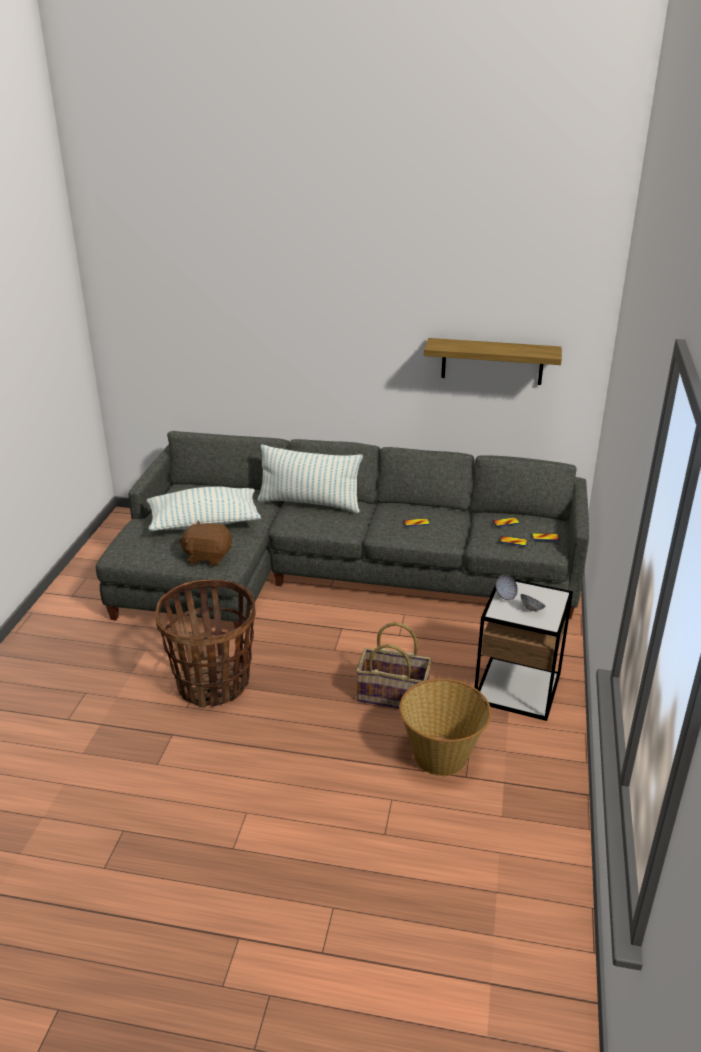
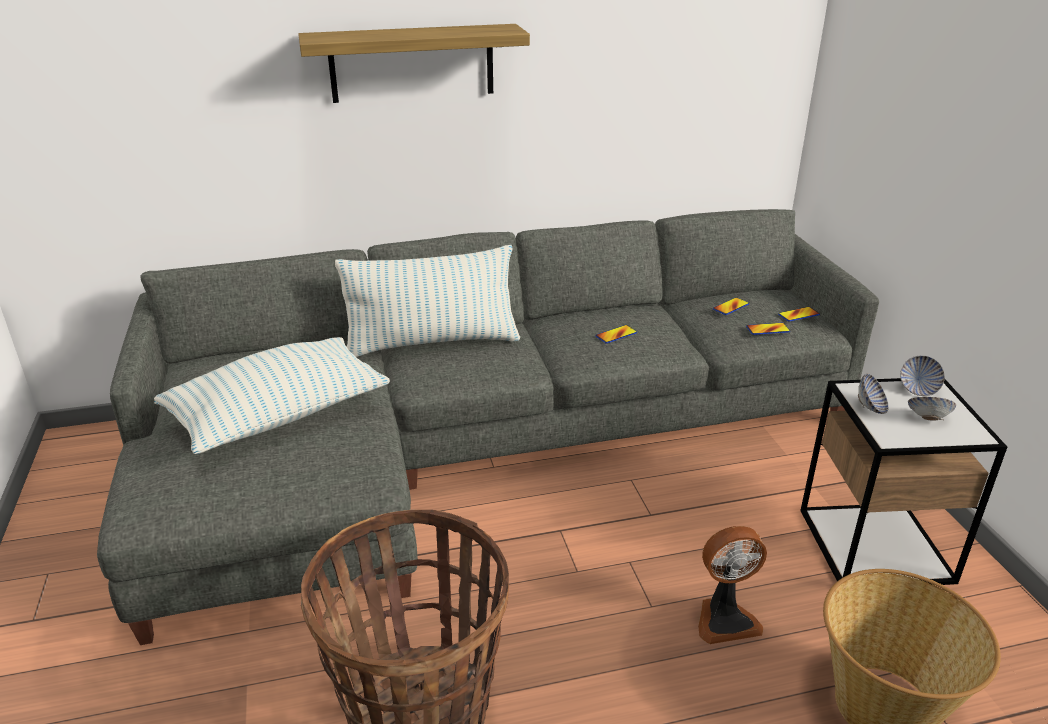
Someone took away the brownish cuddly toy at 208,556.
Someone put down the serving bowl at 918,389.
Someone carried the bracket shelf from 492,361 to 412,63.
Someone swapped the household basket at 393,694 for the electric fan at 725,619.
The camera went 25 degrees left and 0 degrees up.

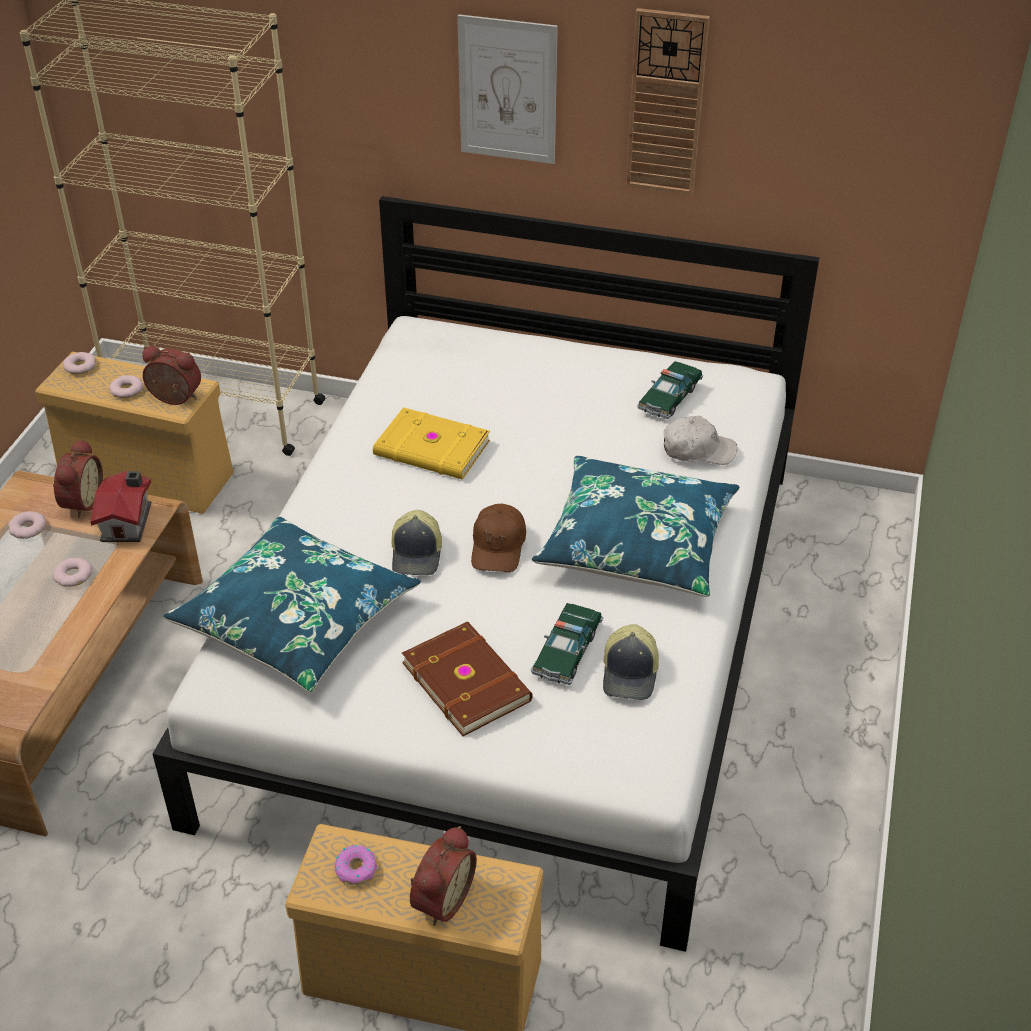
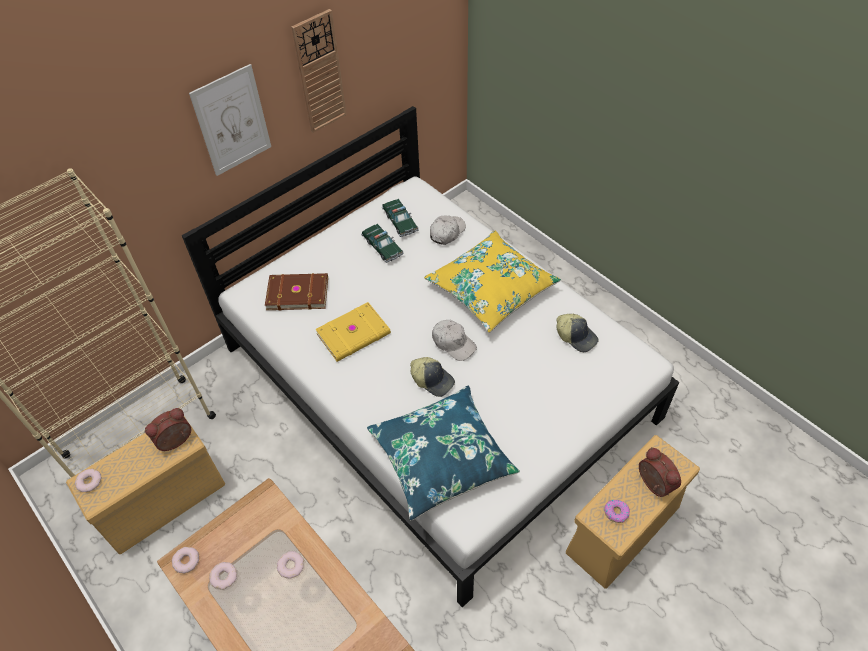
Someone took away the alarm clock at 80,502.
Someone took away the toy house at 128,521.
Someone carried the donut from 127,390 to 186,561.
Someone carried the brownish book from 468,680 to 297,292.
Someone carried the model car from 567,651 to 382,247.
Someone repainted the brownish peaked cap at 498,546, which became the white-coloured peaked cap at 453,343.
Someone repainted the bluish pillow at 636,542, which became the yellowish pillow at 491,289.
The camera went 55 degrees left and 10 degrees up.

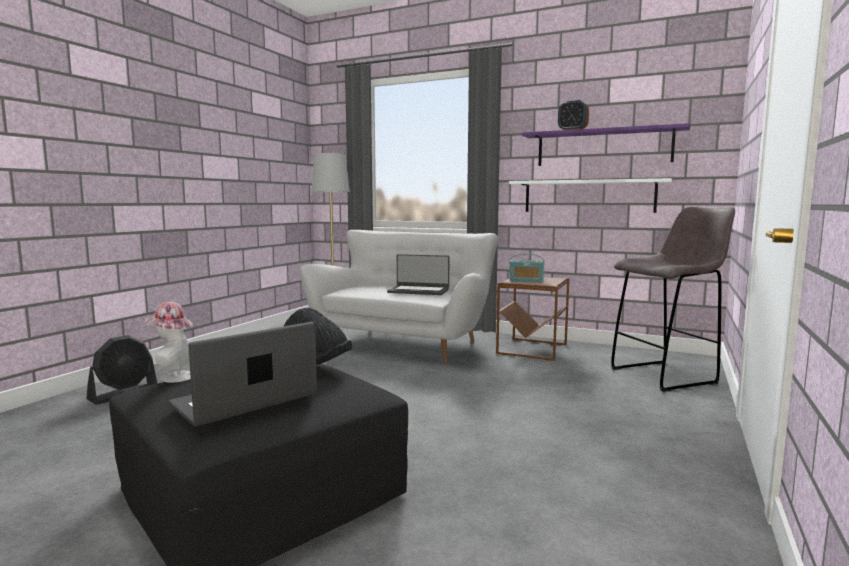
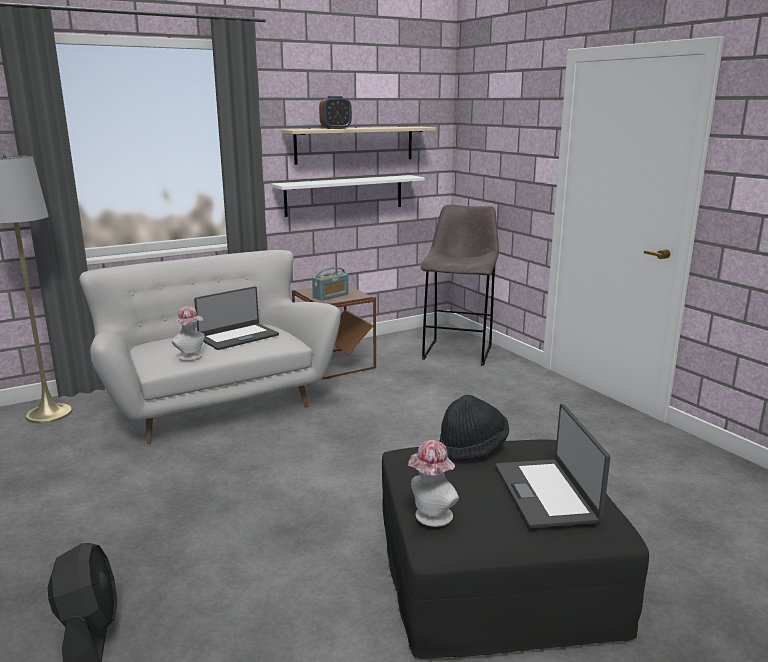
Someone put down the wearable hat at 191,357.
Someone repainted the purple-coloured bracket shelf at 603,147, which became the beige bracket shelf at 355,144.
The camera went 55 degrees left and 10 degrees up.

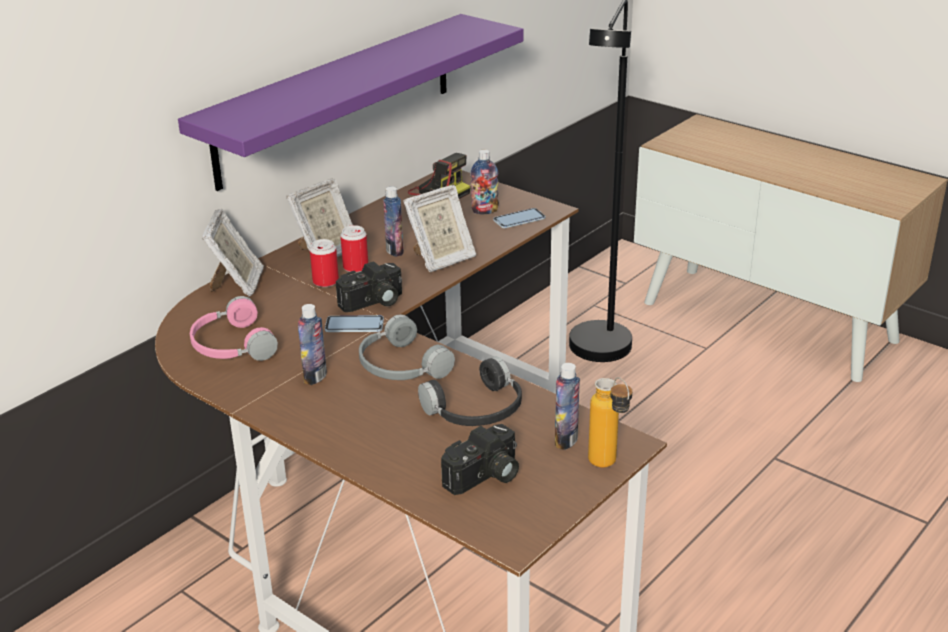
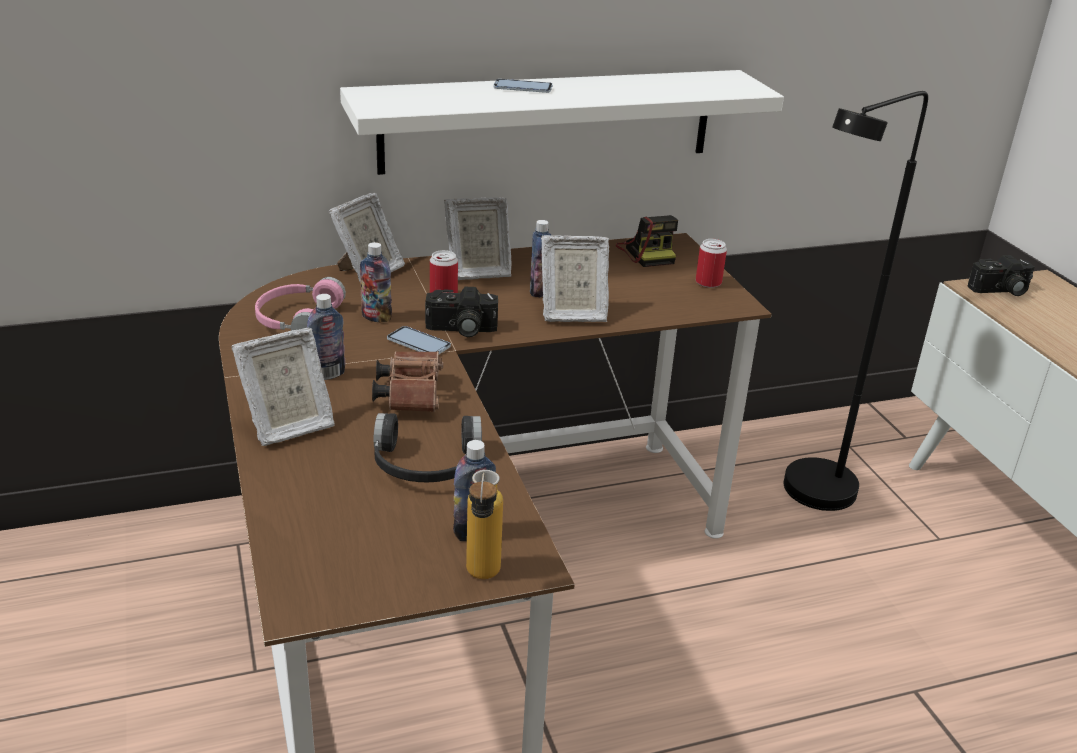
Someone put down the photo frame at 288,426.
Someone carried the sealed can from 355,267 to 708,283.
Someone carried the still camera from 485,477 to 1000,291.
Someone carried the beverage bottle from 484,211 to 376,317.
Someone carried the handset from 519,219 to 523,88.
Someone swapped the gray headset at 400,366 for the brownish binoculars at 410,395.
Someone repainted the purple-coloured bracket shelf at 337,99, which became the white-coloured bracket shelf at 548,120.
The camera went 30 degrees right and 0 degrees up.

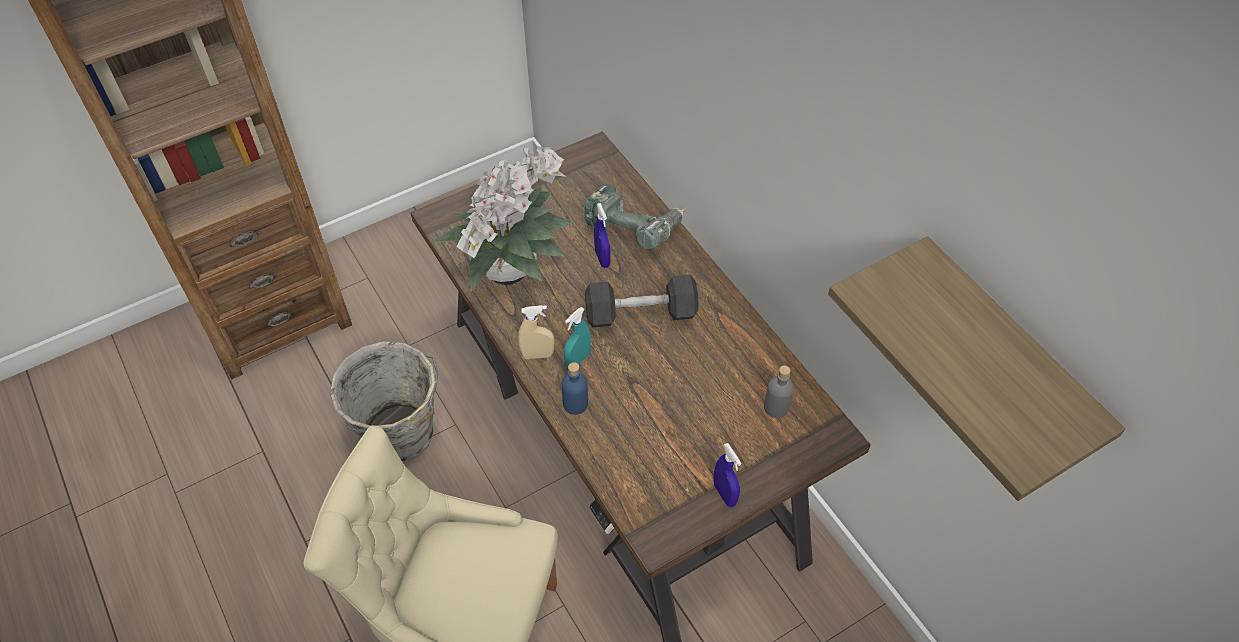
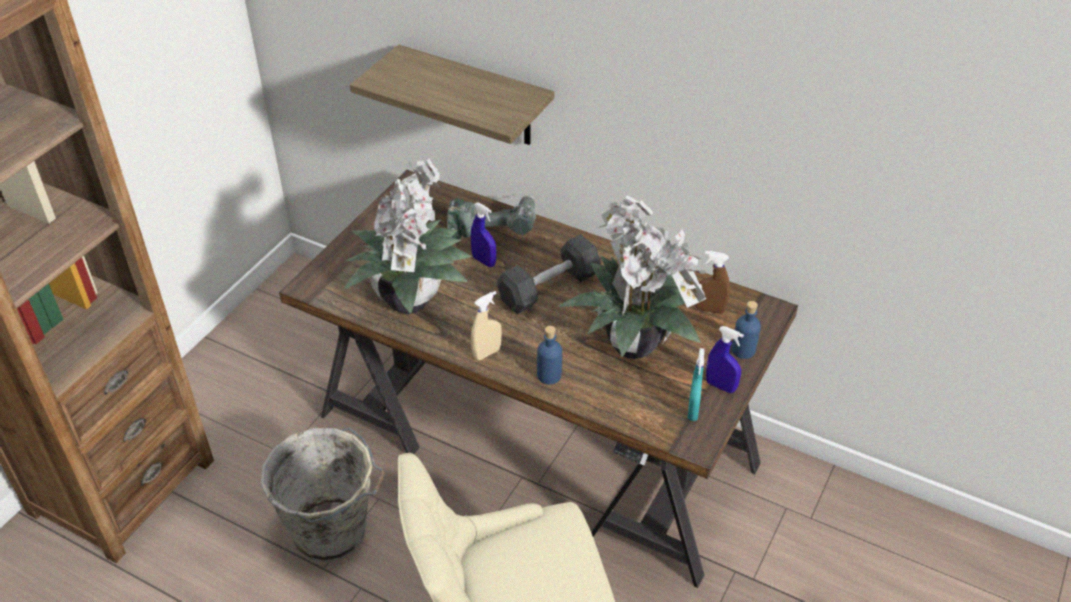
Someone put down the potted plant at 632,343.
Someone put down the bluish beverage bottle at 743,350.
Someone carried the blue-green sprayer from 578,360 to 693,410.
Someone carried the bracket shelf from 1004,356 to 475,97.
Someone swapped the gray beverage bottle at 776,407 for the brownish sprayer at 709,309.
The camera went 30 degrees left and 10 degrees down.

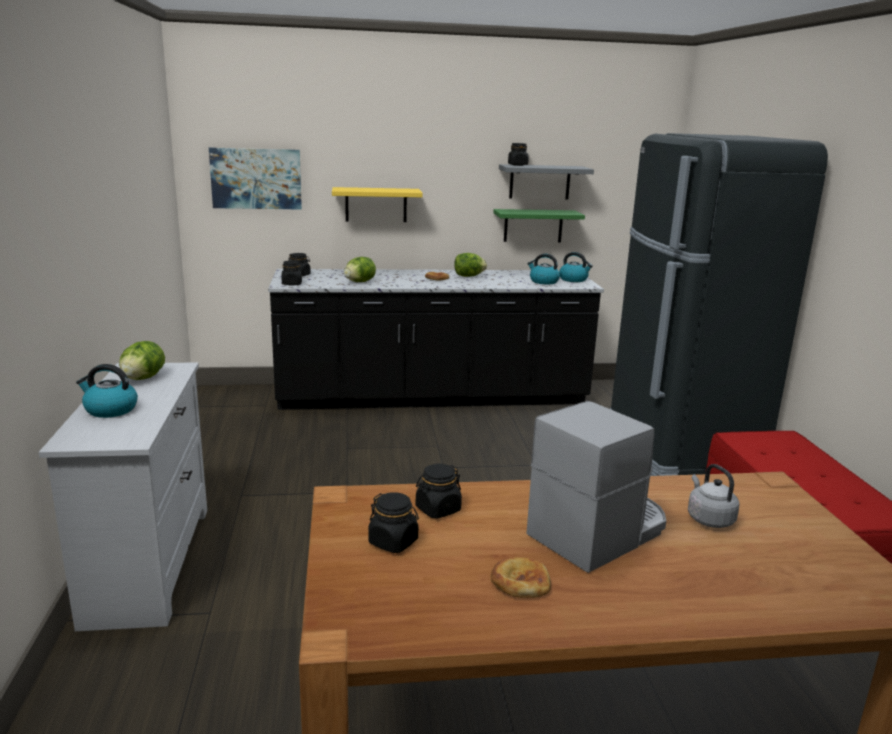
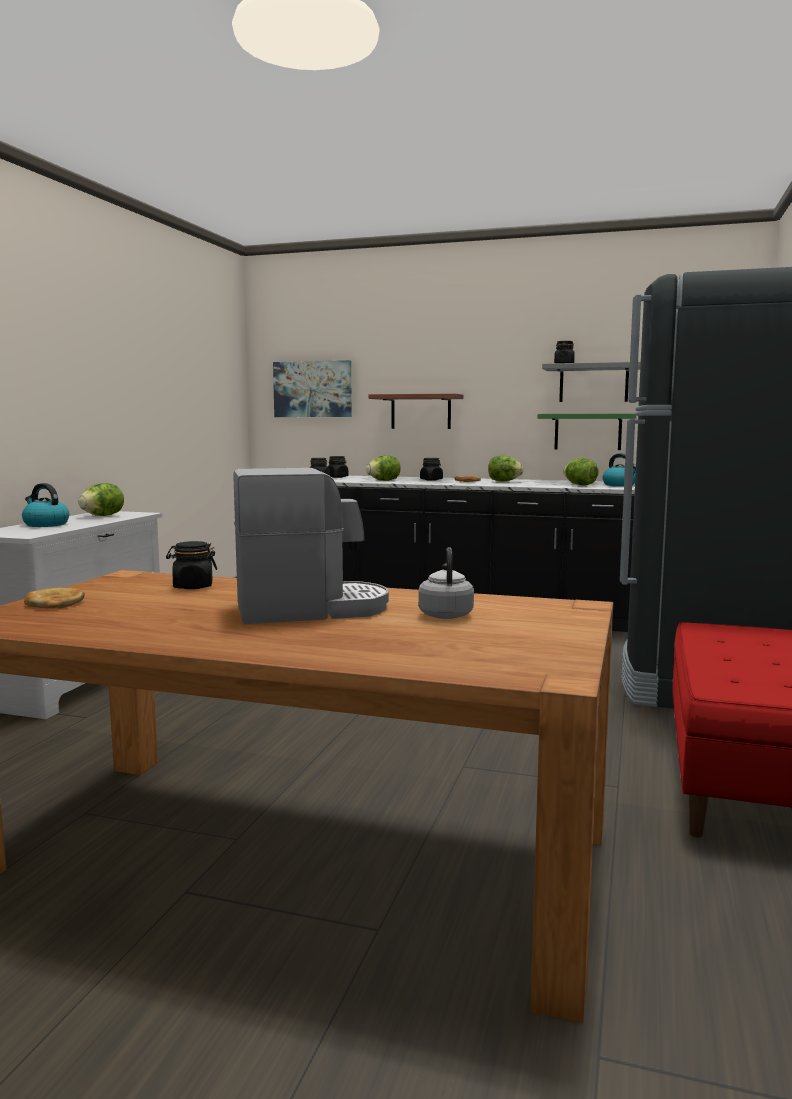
Someone carried the black preserve jar from 393,542 to 431,480.
Someone carried the bakery bread from 520,582 to 55,603.
Someone swapped the tea kettle at 543,281 for the head of lettuce at 580,485.
Someone repainted the yellowish bracket shelf at 376,204, which became the brownish bracket shelf at 421,411.
The camera went 25 degrees right and 10 degrees down.

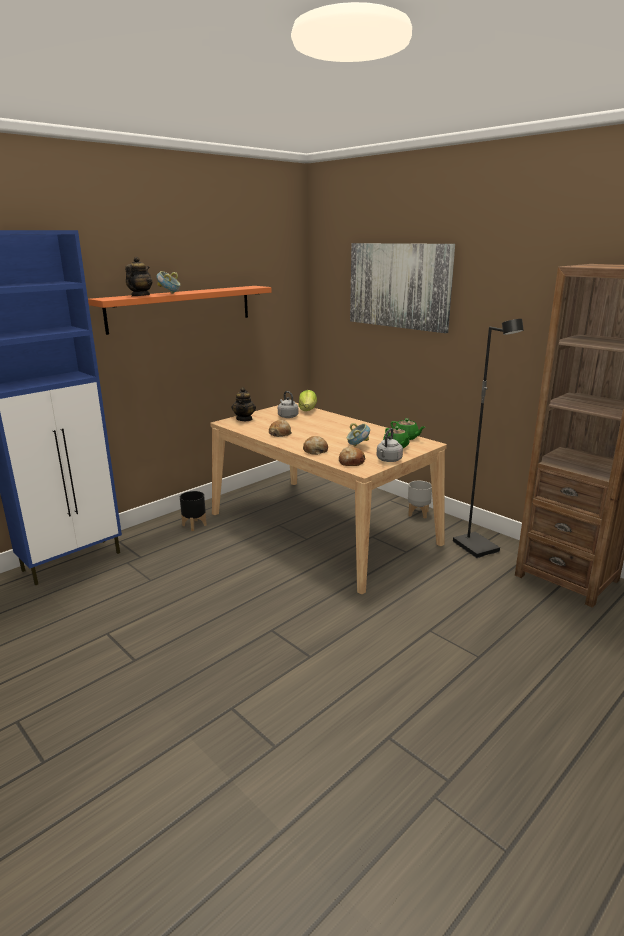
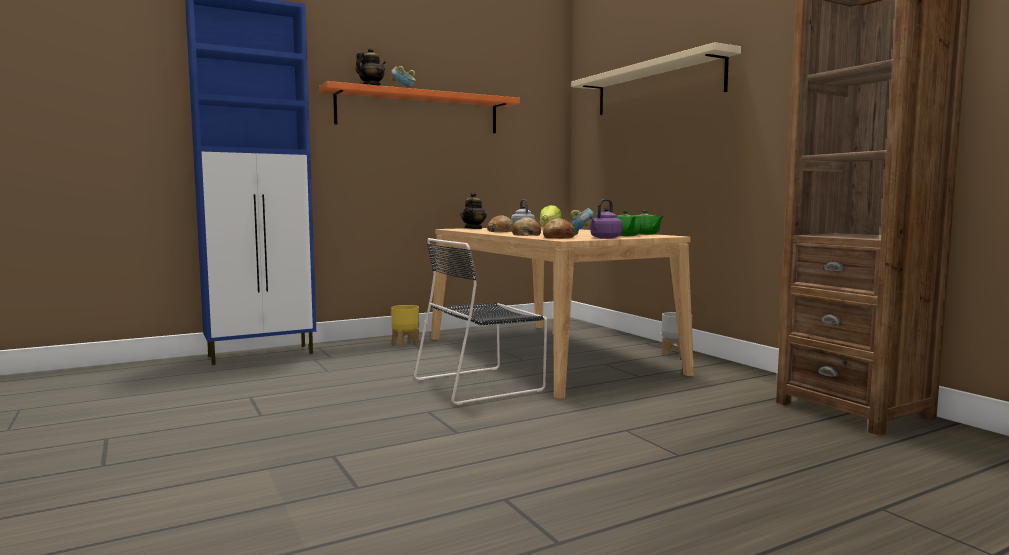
Someone took away the black standard lamp at 477,547.
Someone put down the black upright chair at 482,384.
Someone swapped the wall art at 399,286 for the beige bracket shelf at 657,86.
Someone repainted the black planter at 195,525, which became the yellowish planter at 406,343.
Someone repainted the gray tea kettle at 388,460, which became the purple-coloured tea kettle at 604,238.
The camera went 15 degrees right and 15 degrees down.

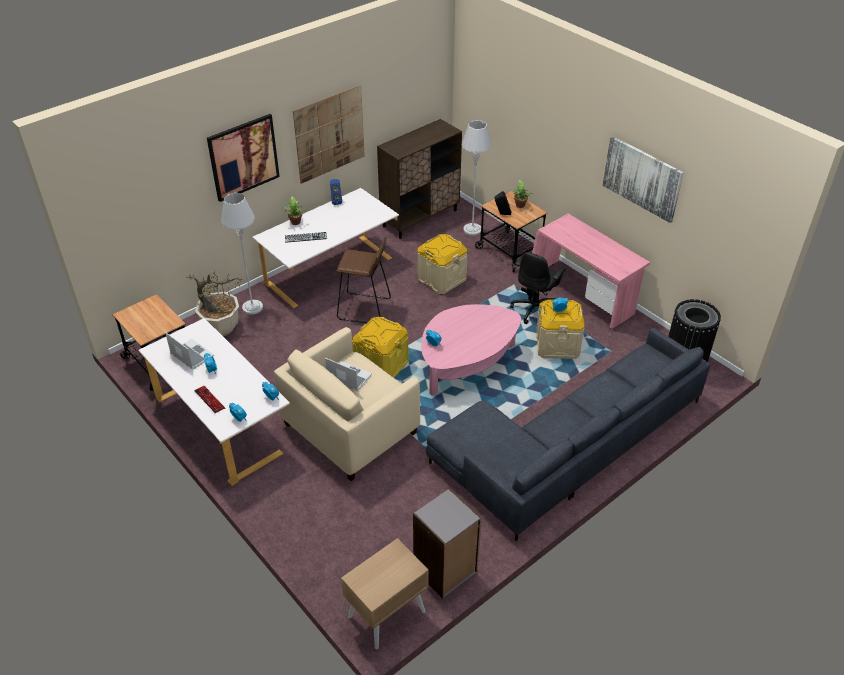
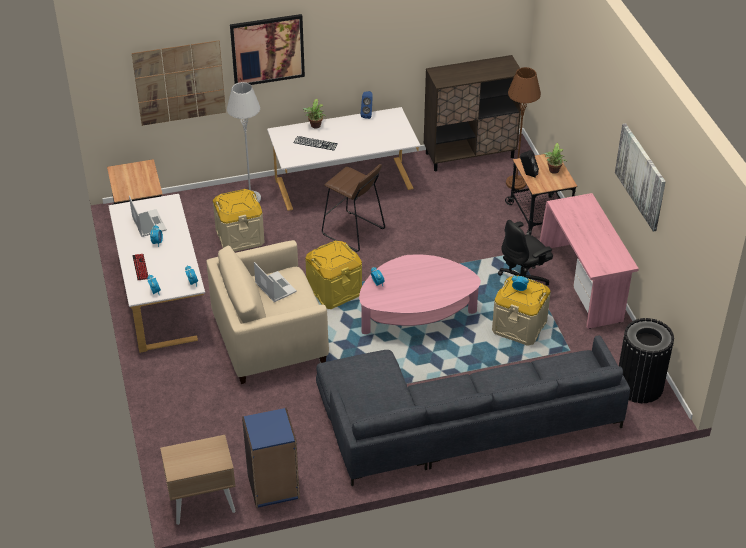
Someone took away the potted plant at 221,327.
Someone carried the wall art from 329,134 to 179,83.
Someone carried the beige storage bin from 441,279 to 240,237.
Someone repainted the gray bookcase at 445,571, which became the bluish bookcase at 273,487.
Someone repainted the gray standard lamp at 472,229, which became the brownish standard lamp at 516,183.
The camera went 25 degrees right and 0 degrees up.

